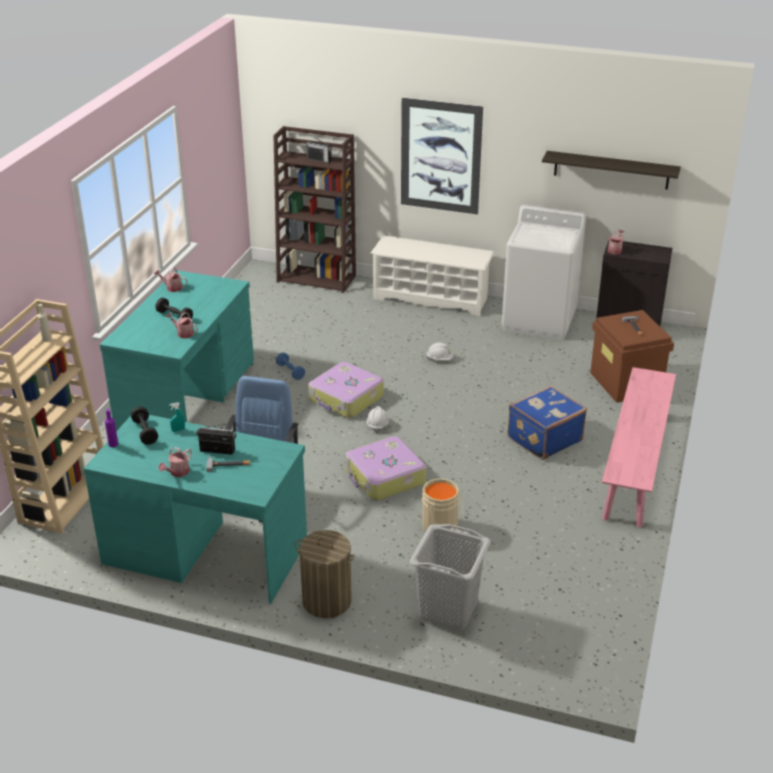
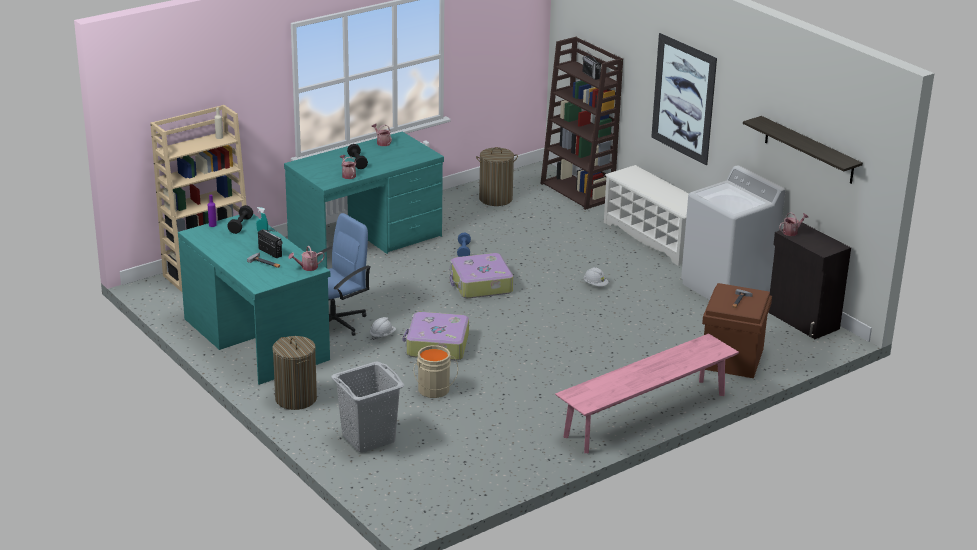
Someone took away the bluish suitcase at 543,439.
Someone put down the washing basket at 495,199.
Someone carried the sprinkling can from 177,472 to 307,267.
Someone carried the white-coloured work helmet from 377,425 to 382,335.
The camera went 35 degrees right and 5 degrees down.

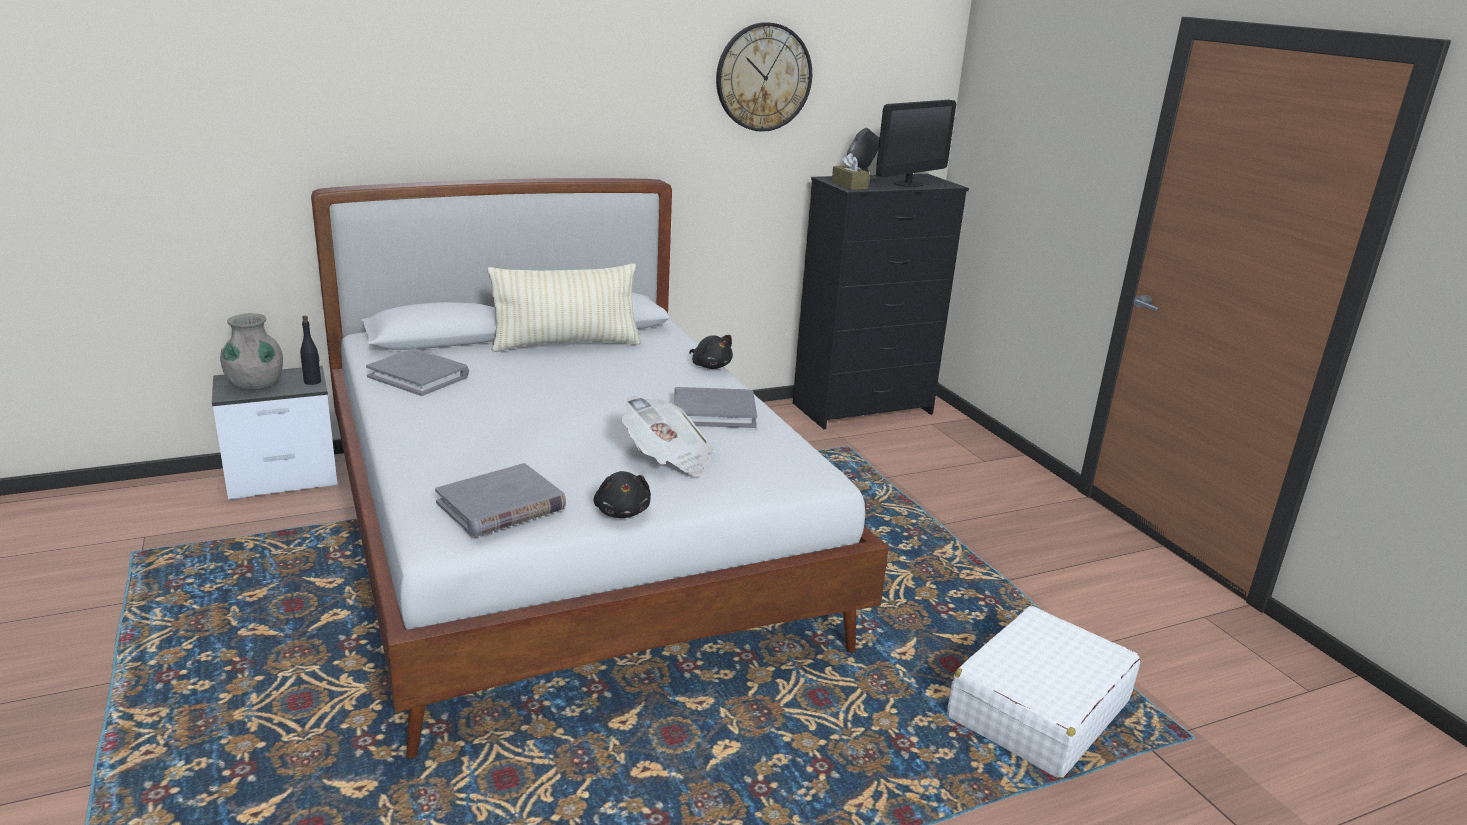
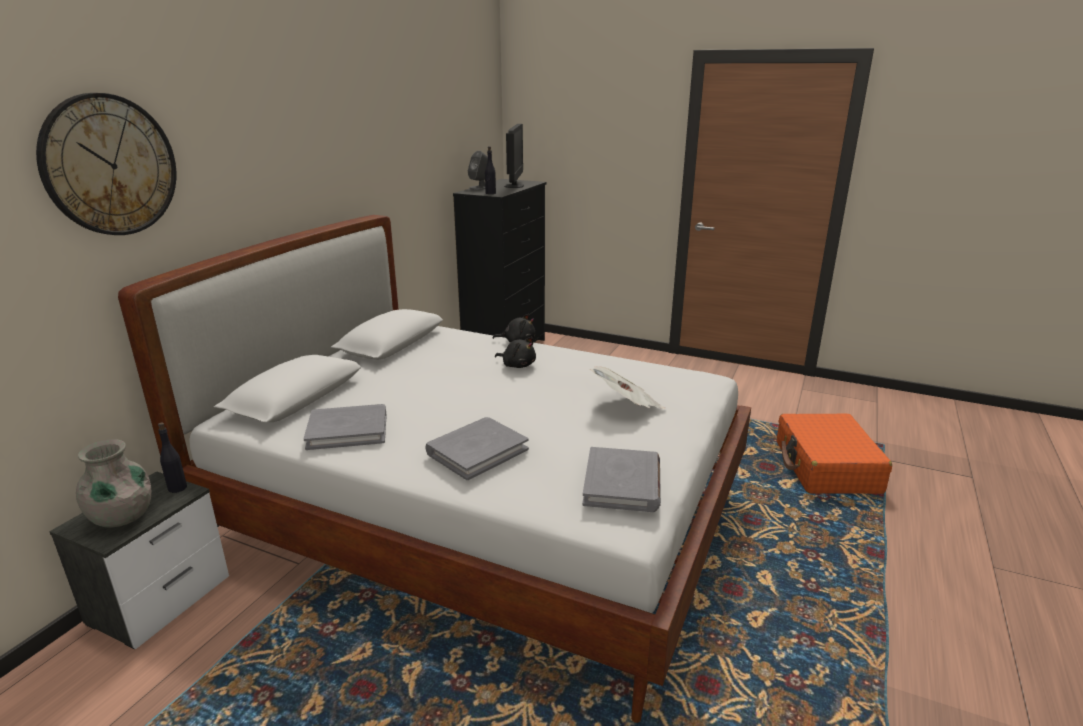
Someone took away the beige pillow at 566,344.
Someone carried the black cuddly toy from 622,511 to 517,365.
Someone carried the gray book from 714,412 to 477,451.
Someone carried the wall clock from 763,77 to 110,165.
Someone swapped the brownish box of tissues at 849,185 for the black beverage bottle at 490,193.
Someone repainted the white-coloured suitcase at 1038,710, which became the orange suitcase at 826,467.
The camera went 40 degrees left and 0 degrees up.

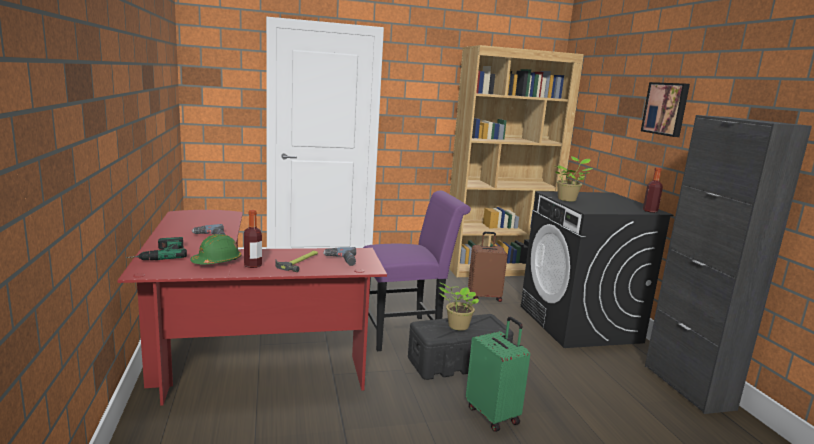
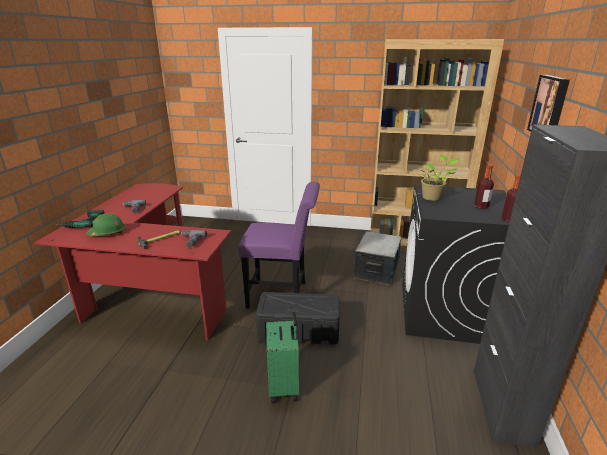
Someone took away the potted plant at 456,326.
Someone carried the beverage bottle from 253,265 to 481,206.
Someone swapped the brownish suitcase at 484,297 for the storage bin at 377,270.
The camera went 25 degrees right and 10 degrees up.

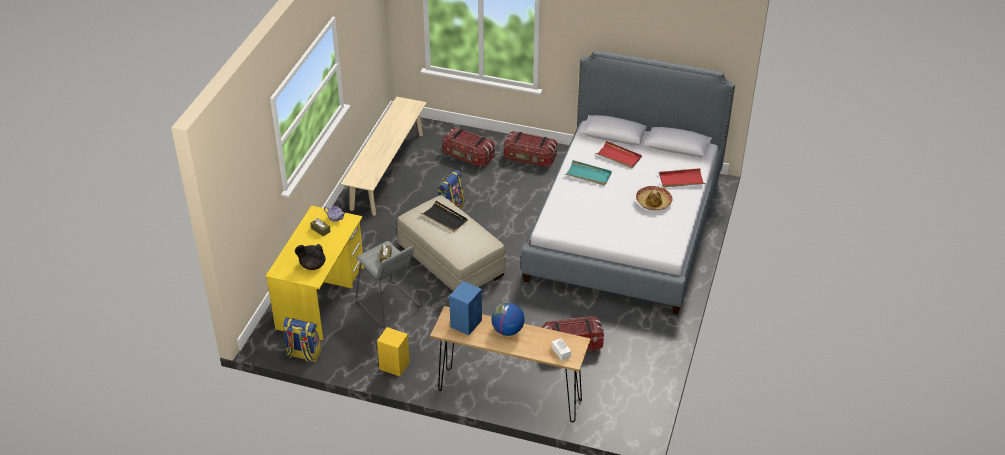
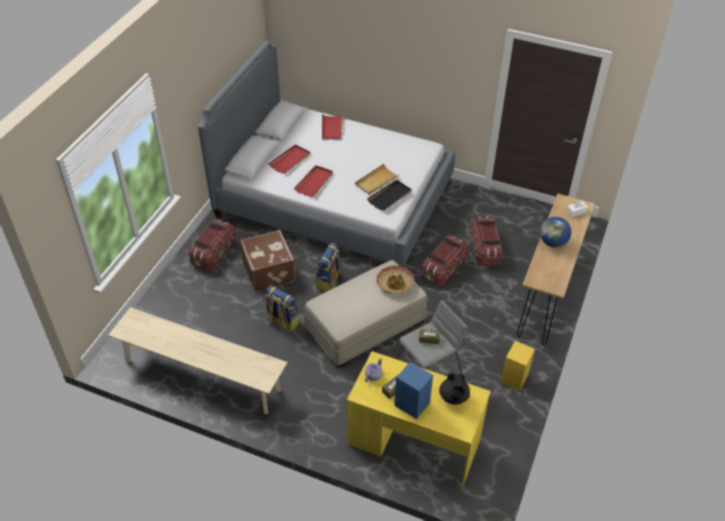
Someone put down the brownish suitcase at 270,271.
Someone put down the beige carrying tray at 376,181.
Someone carried the knapsack from 303,354 to 329,282.
Someone carried the black carrying tray from 444,218 to 390,197.
Someone carried the storage bin from 468,156 to 444,269.
Someone carried the bluish loudspeaker from 466,323 to 411,403.
Someone carried the wearable hat from 653,202 to 395,284.
Someone repainted the blue-green carrying tray at 588,175, which became the red carrying tray at 314,182.
The camera went 85 degrees left and 5 degrees up.

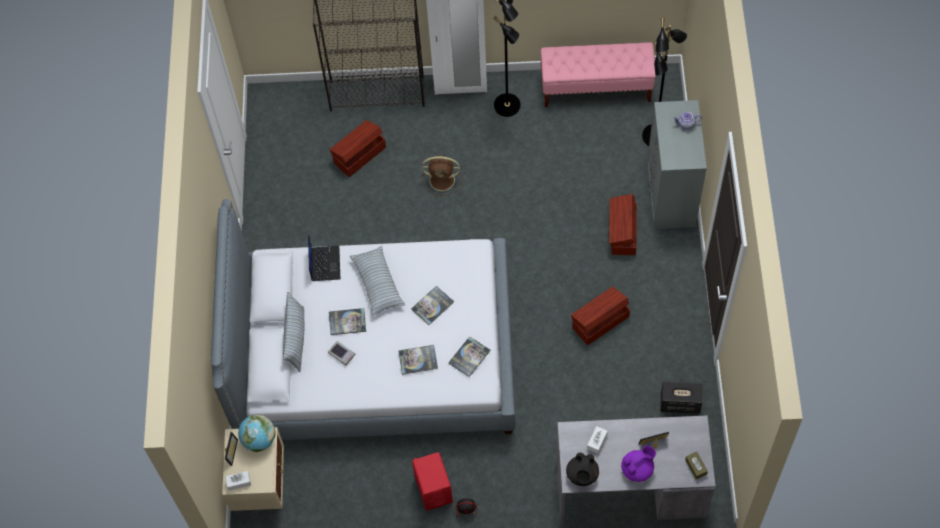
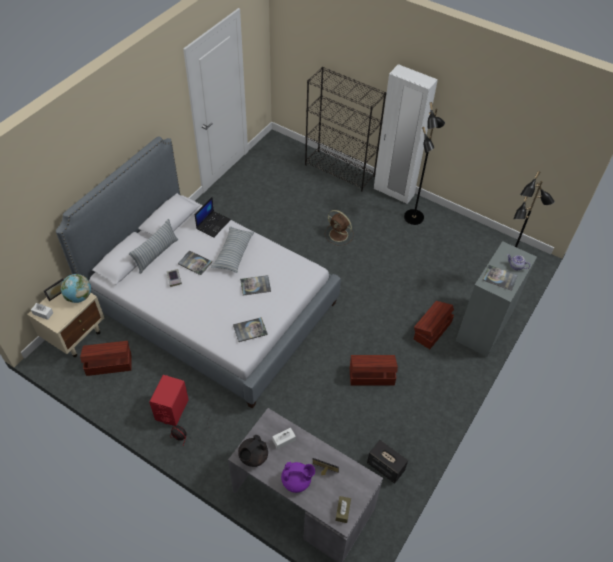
Someone took away the pink-coloured bench at 596,88.
Someone carried the brownish storage bin from 359,155 to 108,364.
Someone carried the book from 418,360 to 499,278.
The camera went 30 degrees right and 10 degrees down.

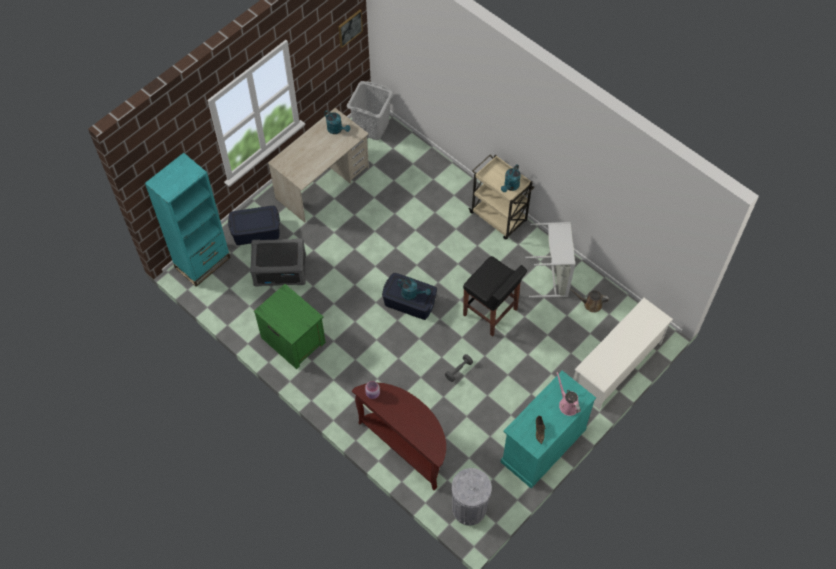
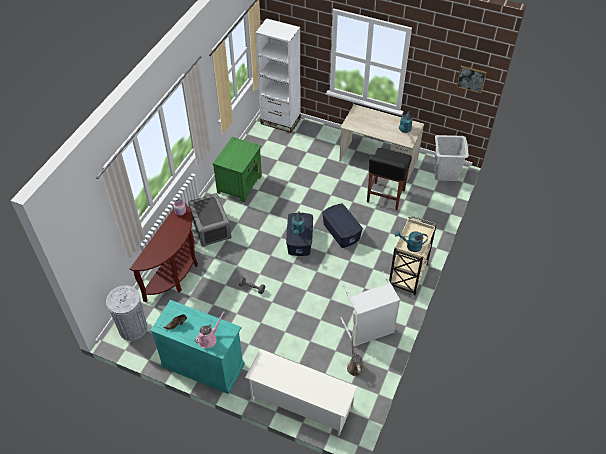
Someone carried the bluish storage bin from 256,231 to 341,231.
Someone carried the gray storage bin from 280,270 to 211,228.
Someone carried the black stool from 491,313 to 385,196.
Someone repainted the blue-green bookcase at 202,262, which became the white-coloured bookcase at 280,121.
The camera went 70 degrees right and 10 degrees down.

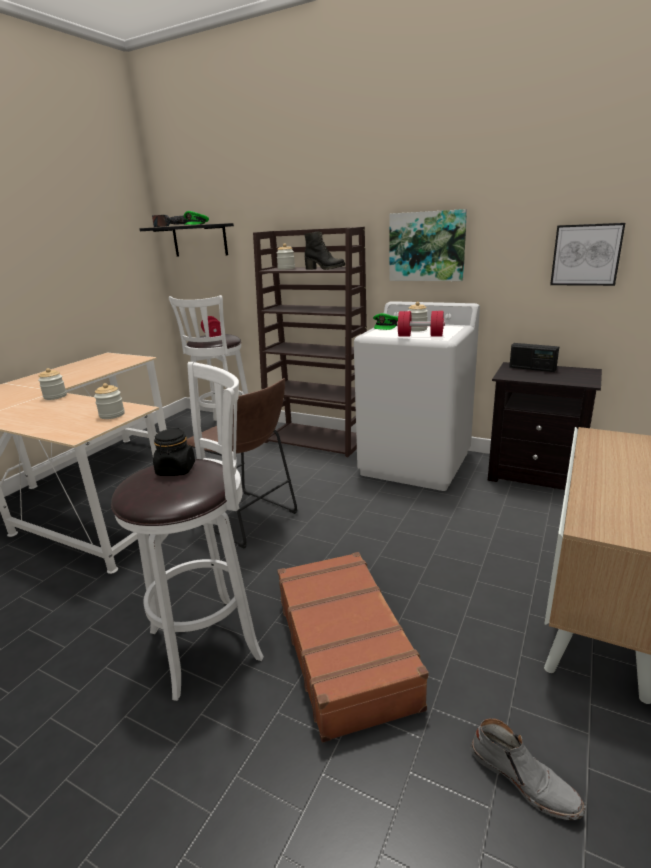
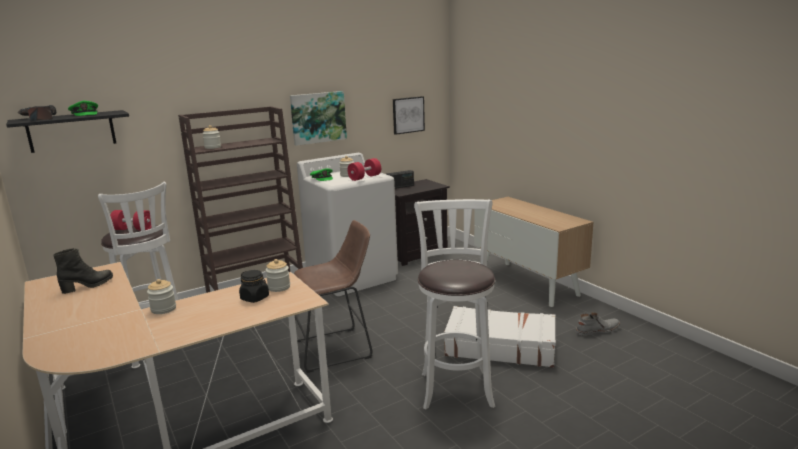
Someone carried the black preserve jar from 176,470 to 255,298.
Someone carried the black tall boot from 325,269 to 88,286.
Someone repainted the brownish suitcase at 345,649, which became the white-coloured suitcase at 500,347.
The camera went 60 degrees left and 5 degrees down.

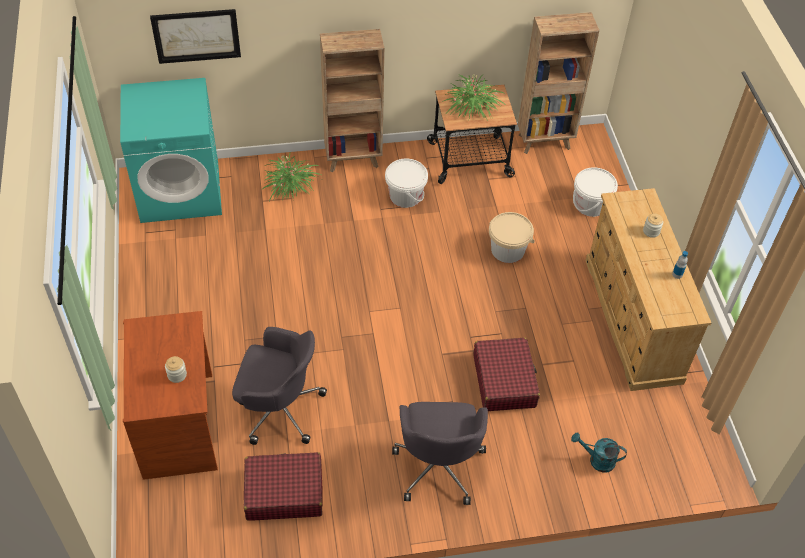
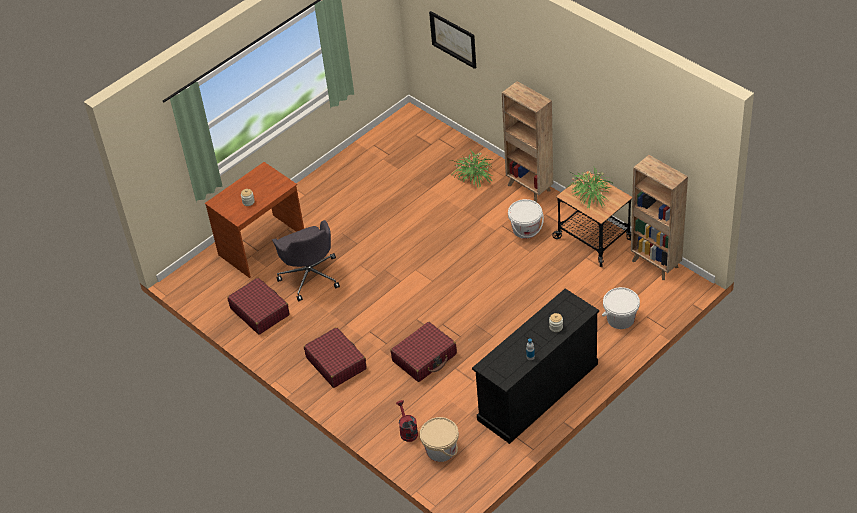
Someone took away the blue-green laundry appliance at 181,191.
Someone carried the beige water bucket from 507,250 to 441,450.
Someone swapped the gray office chair at 438,465 for the red suitcase at 336,363.
Someone repainted the blue-green sprinkling can at 597,460, which became the red sprinkling can at 407,431.
Someone repainted the beige dresser at 633,320, which became the black dresser at 537,392.
The camera went 60 degrees right and 5 degrees down.

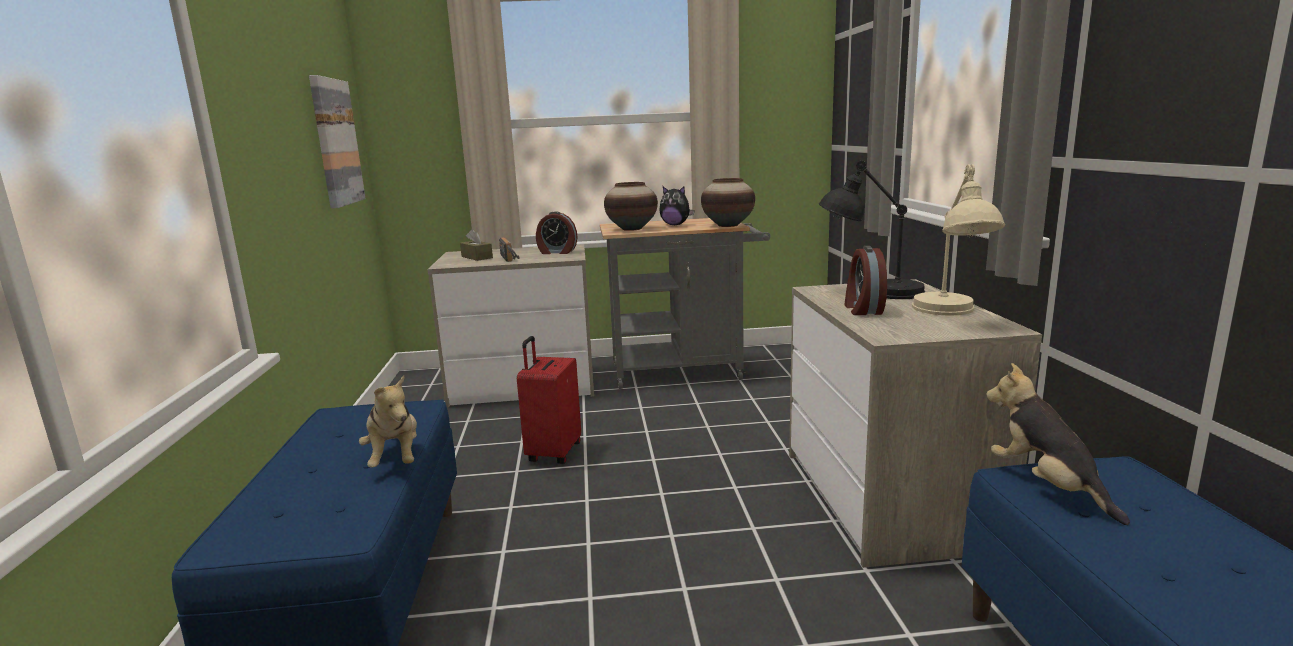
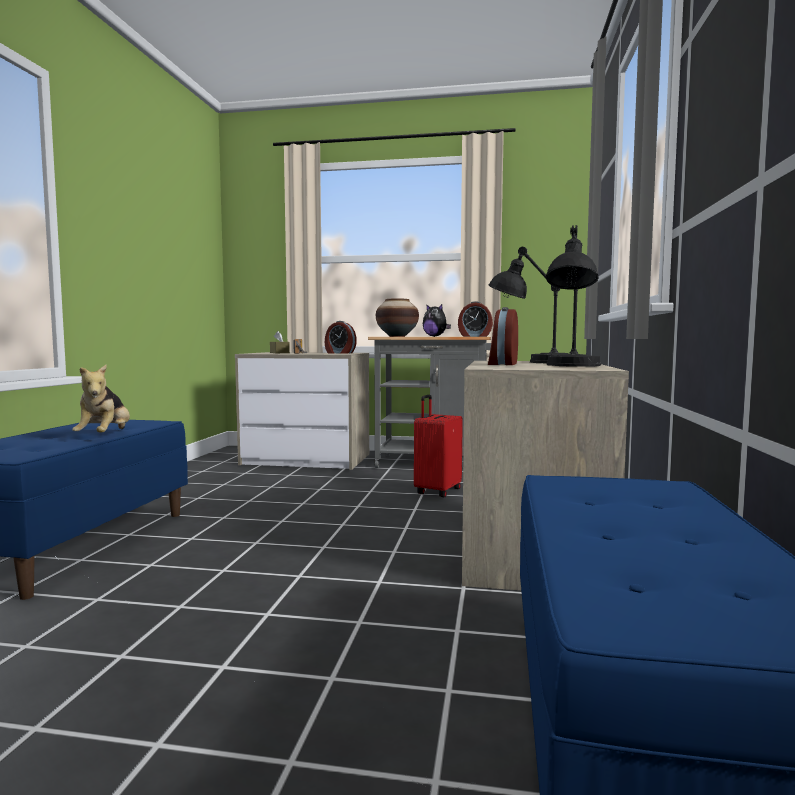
Someone took away the wall art at 335,142.
Someone took away the cuddly toy at 1047,486.
Someone carried the red suitcase from 553,453 to 437,491.
Someone swapped the flower vase at 728,225 for the alarm clock at 475,336.
Someone repainted the beige lamp for a table at 951,315, which became the black lamp for a table at 571,366.
The camera went 15 degrees right and 10 degrees down.

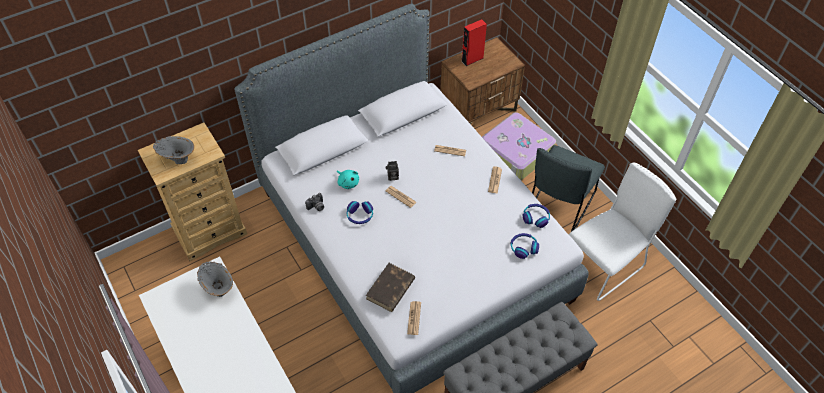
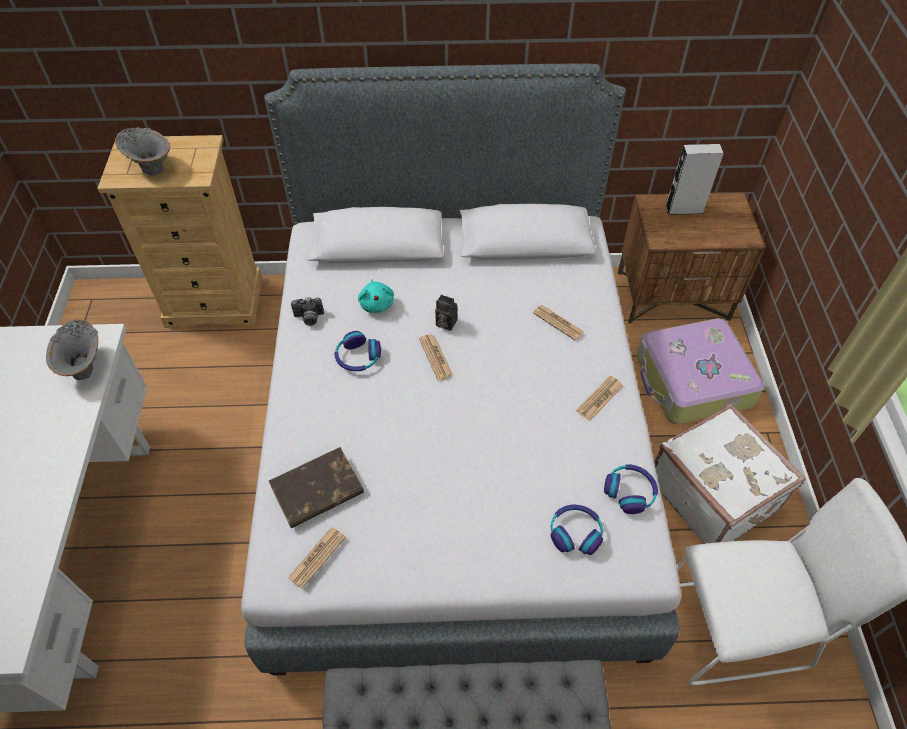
Someone swapped the gray upright chair at 558,207 for the white-coloured suitcase at 713,493.
Someone repainted the red loudspeaker at 472,59, which became the gray loudspeaker at 684,209.
The camera went 30 degrees right and 0 degrees up.

